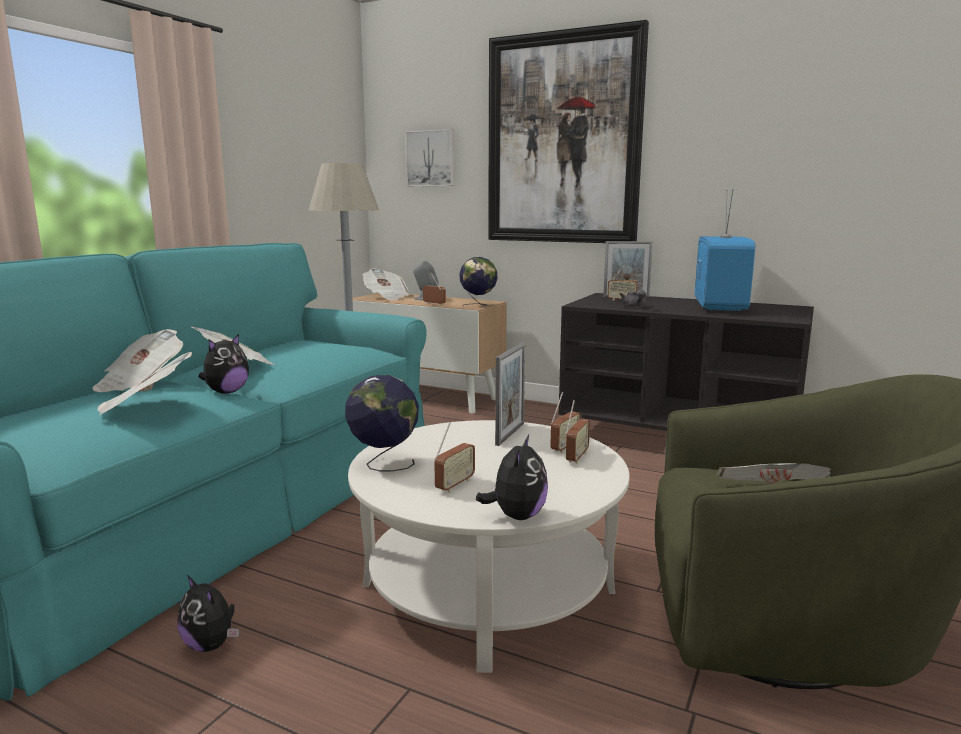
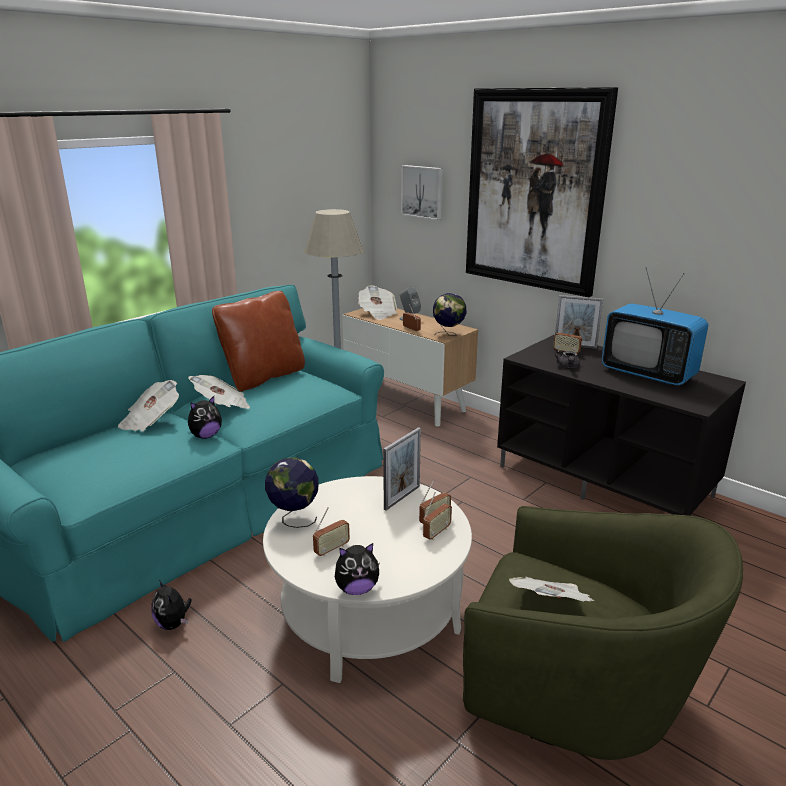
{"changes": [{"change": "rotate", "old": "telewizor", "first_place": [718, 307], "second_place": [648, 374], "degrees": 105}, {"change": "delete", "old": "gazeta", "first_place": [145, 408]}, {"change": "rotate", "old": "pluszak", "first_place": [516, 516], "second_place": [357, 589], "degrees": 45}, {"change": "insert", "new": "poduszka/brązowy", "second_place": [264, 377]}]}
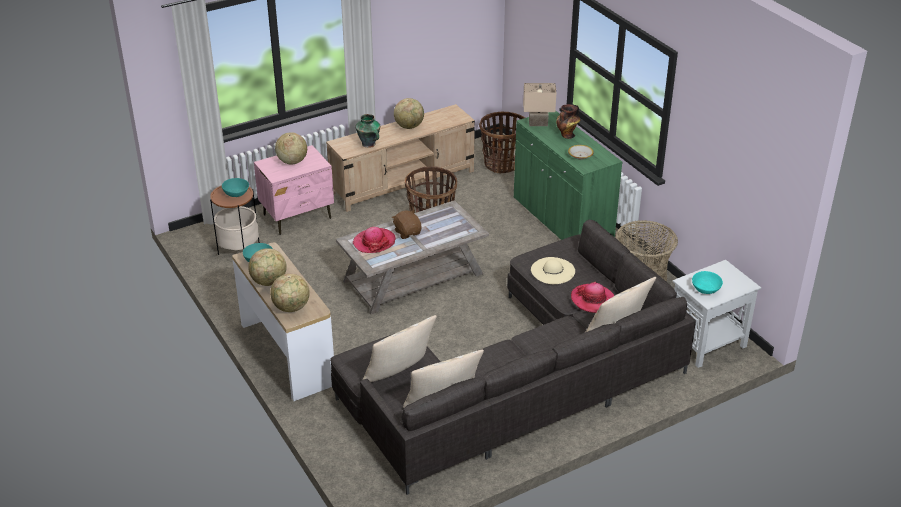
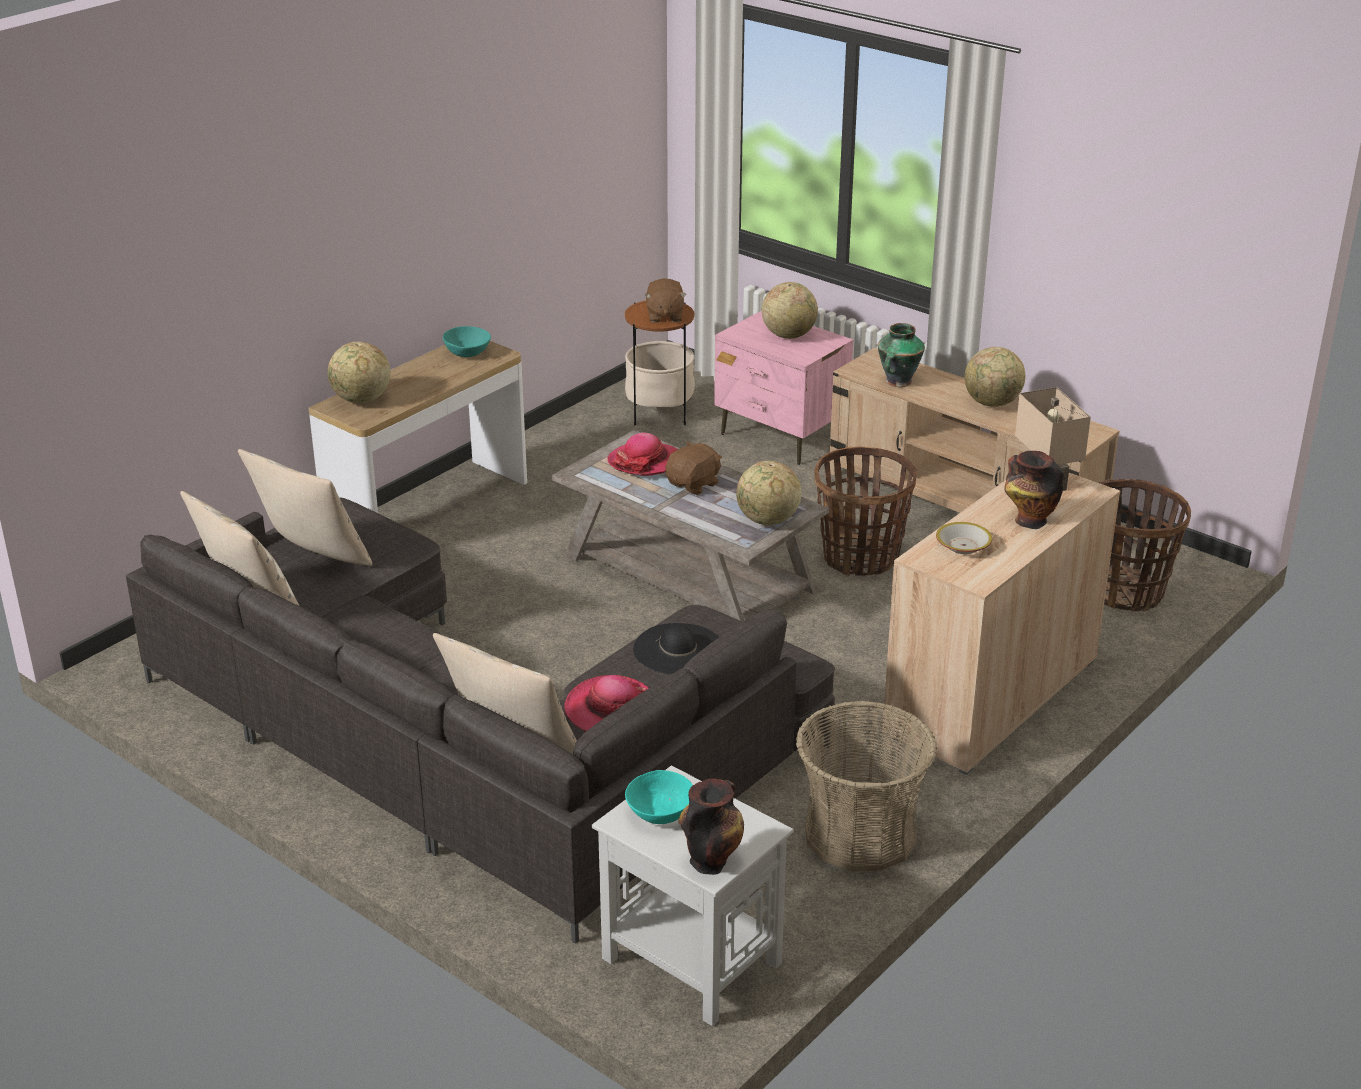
{"changes": [{"change": "recolor", "old": "szafka/zielony", "new": "szafka/beżowy", "first_place": [562, 220], "second_place": [991, 697]}, {"change": "replace", "old": "miska/turkusowy", "new": "pluszak/brązowy", "first_place": [236, 193], "second_place": [664, 316]}, {"change": "move", "old": "globus", "first_place": [269, 282], "second_place": [767, 521]}, {"change": "recolor", "old": "kapelusz/beżowy", "new": "kapelusz/czarny", "first_place": [552, 270], "second_place": [678, 649]}, {"change": "insert", "new": "wazon", "second_place": [710, 860]}]}
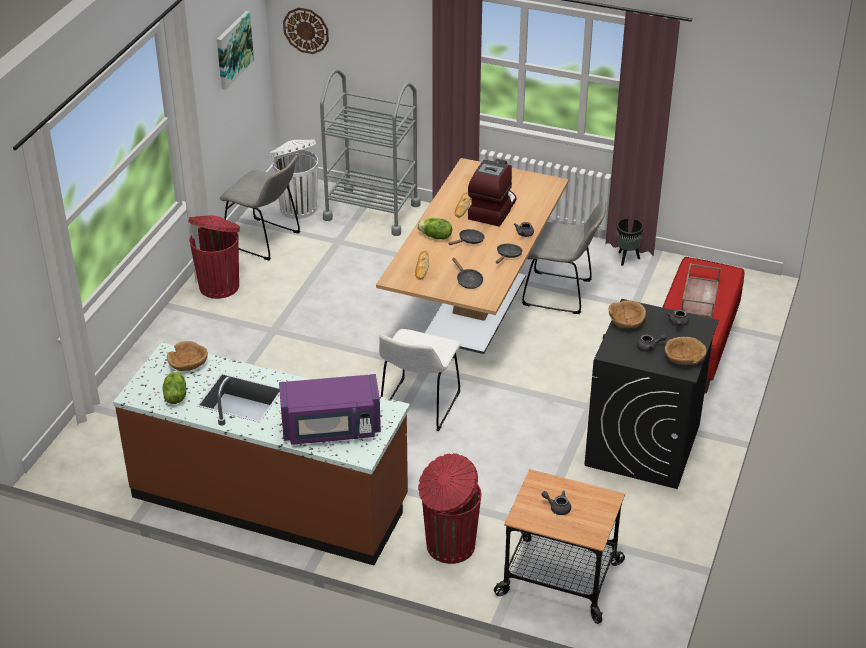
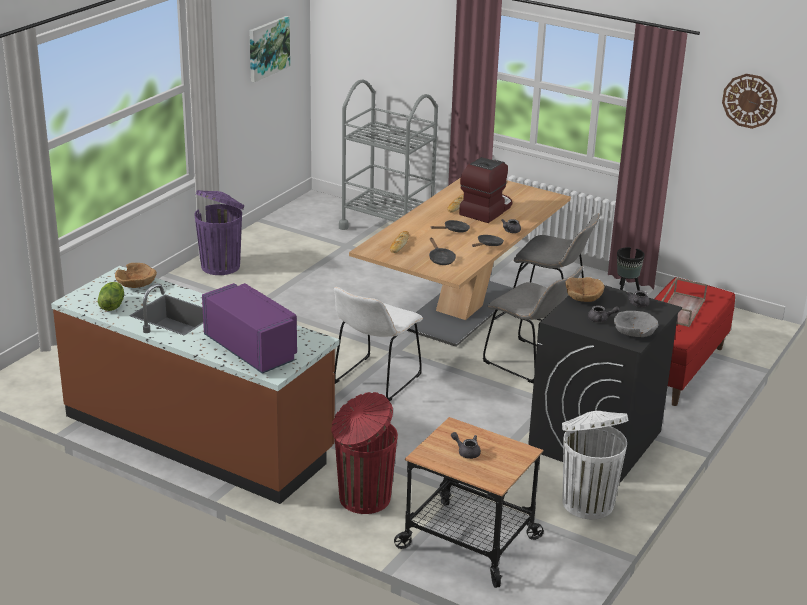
{"changes": [{"change": "move", "old": "zegar ścienny", "first_place": [306, 30], "second_place": [749, 100]}, {"change": "move", "old": "kosz na śmieci/biały", "first_place": [297, 207], "second_place": [587, 502]}, {"change": "move", "old": "krzesło/szary", "first_place": [265, 240], "second_place": [530, 362]}, {"change": "recolor", "old": "kosz na śmieci/czerwony", "new": "kosz na śmieci/fioletowy", "first_place": [220, 285], "second_place": [221, 266]}, {"change": "delete", "old": "sałata", "first_place": [435, 237]}, {"change": "recolor", "old": "miska/brązowy", "new": "miska/szary", "first_place": [683, 359], "second_place": [633, 333]}, {"change": "rotate", "old": "mikrofalówka/fioletowy", "first_place": [331, 429], "second_place": [252, 349], "degrees": -135}]}
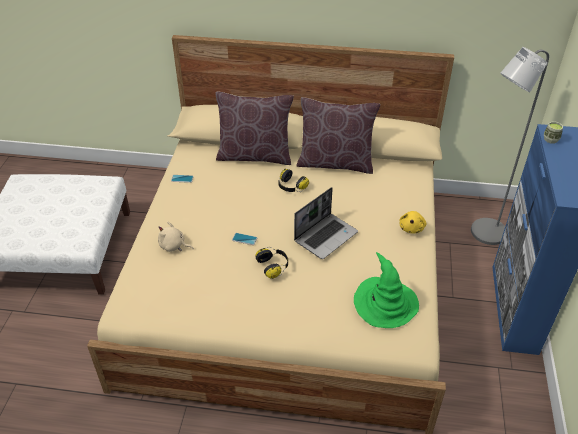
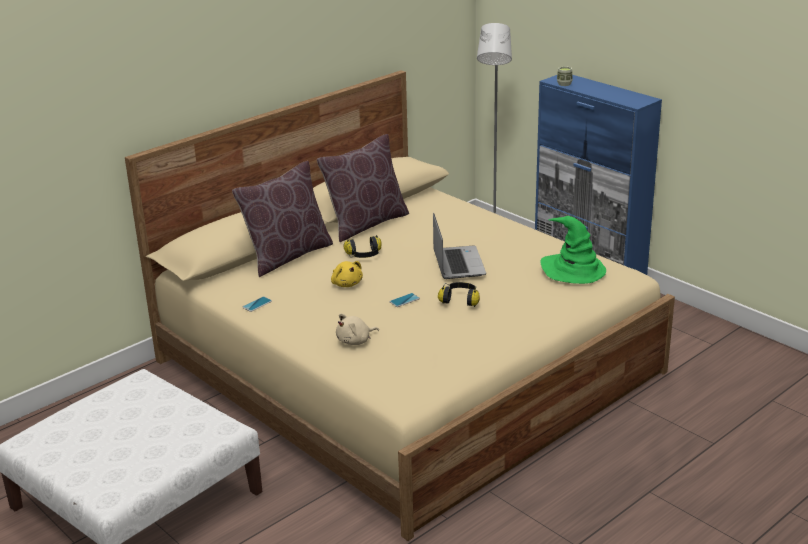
{"changes": [{"change": "move", "old": "pluszak/żółty", "first_place": [411, 228], "second_place": [346, 284]}]}
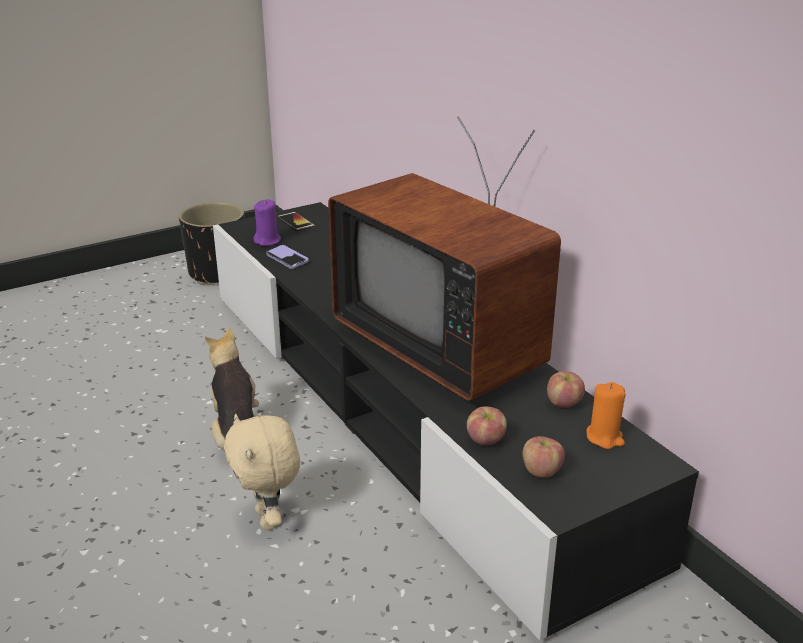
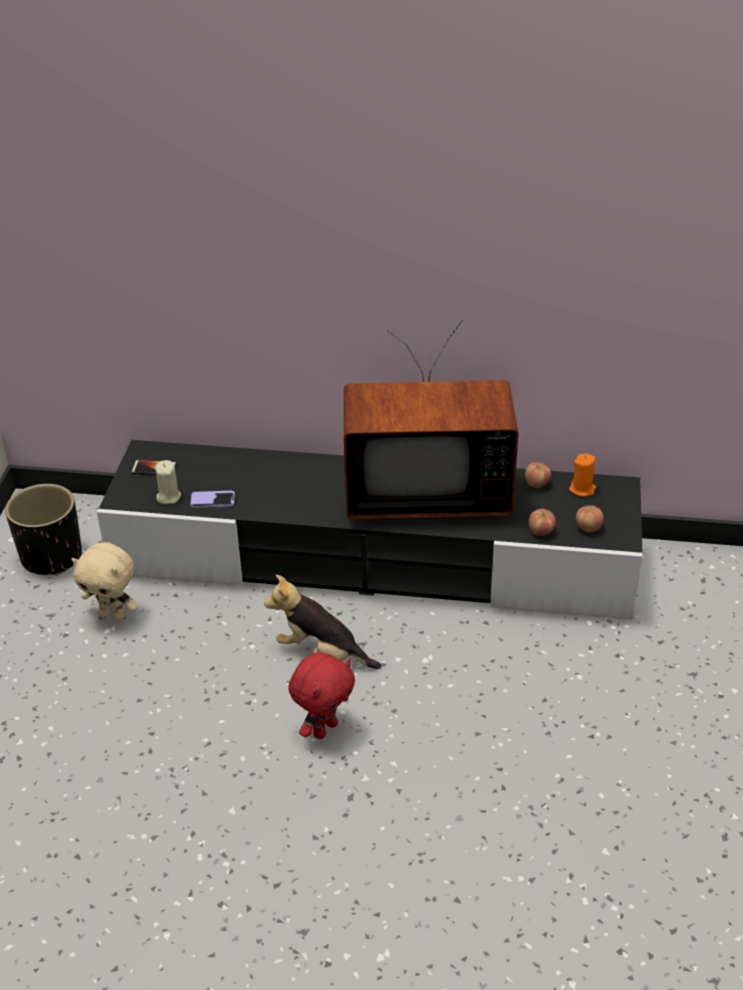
{"changes": [{"change": "recolor", "old": "świeca/fioletowy", "new": "świeca/beżowy", "first_place": [267, 241], "second_place": [168, 496]}, {"change": "move", "old": "pluszak/beżowy", "first_place": [269, 519], "second_place": [113, 615]}, {"change": "insert", "new": "pluszak/czerwony", "second_place": [324, 728]}]}
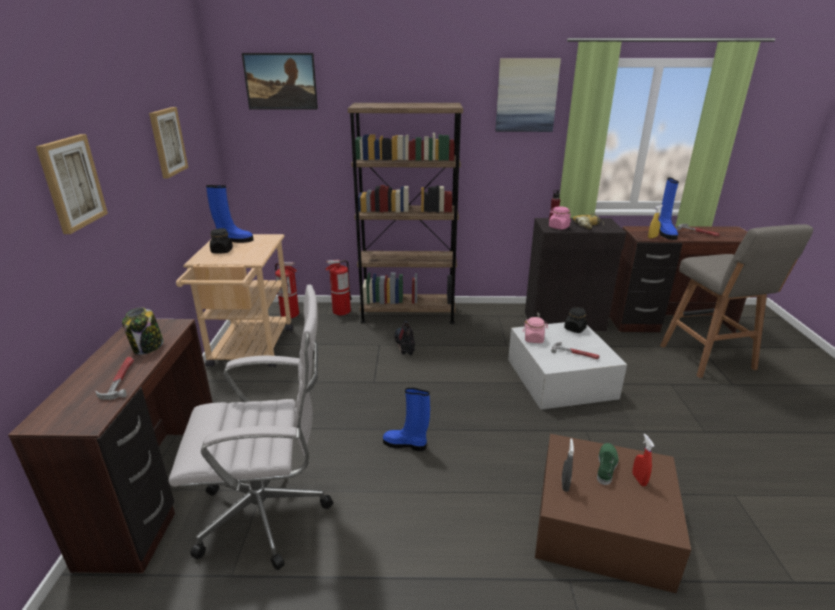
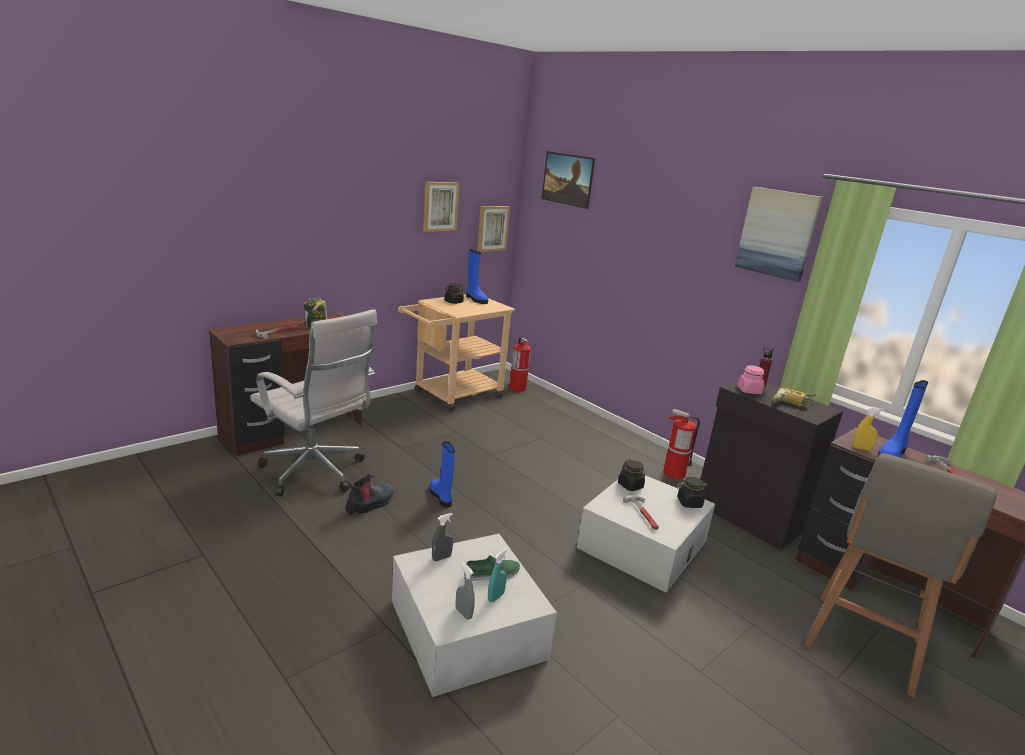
{"changes": [{"change": "delete", "old": "regał/brązowy", "first_place": [408, 313]}, {"change": "move", "old": "obraz", "first_place": [71, 183], "second_place": [492, 228]}, {"change": "move", "old": "gaśnica", "first_place": [341, 311], "second_place": [673, 474]}, {"change": "recolor", "old": "słoik/różowy", "new": "słoik/czarny", "first_place": [534, 339], "second_place": [630, 486]}, {"change": "move", "old": "but z cholewką", "first_place": [405, 345], "second_place": [370, 504]}, {"change": "recolor", "old": "pojemnik do przechowywania/brązowy", "new": "pojemnik do przechowywania/biały", "first_place": [602, 525], "second_place": [467, 629]}, {"change": "recolor", "old": "spryskiwacz/czerwony", "new": "spryskiwacz/turkusowy", "first_place": [639, 479], "second_place": [495, 597]}, {"change": "insert", "new": "spryskiwacz/szary", "second_place": [463, 613]}]}
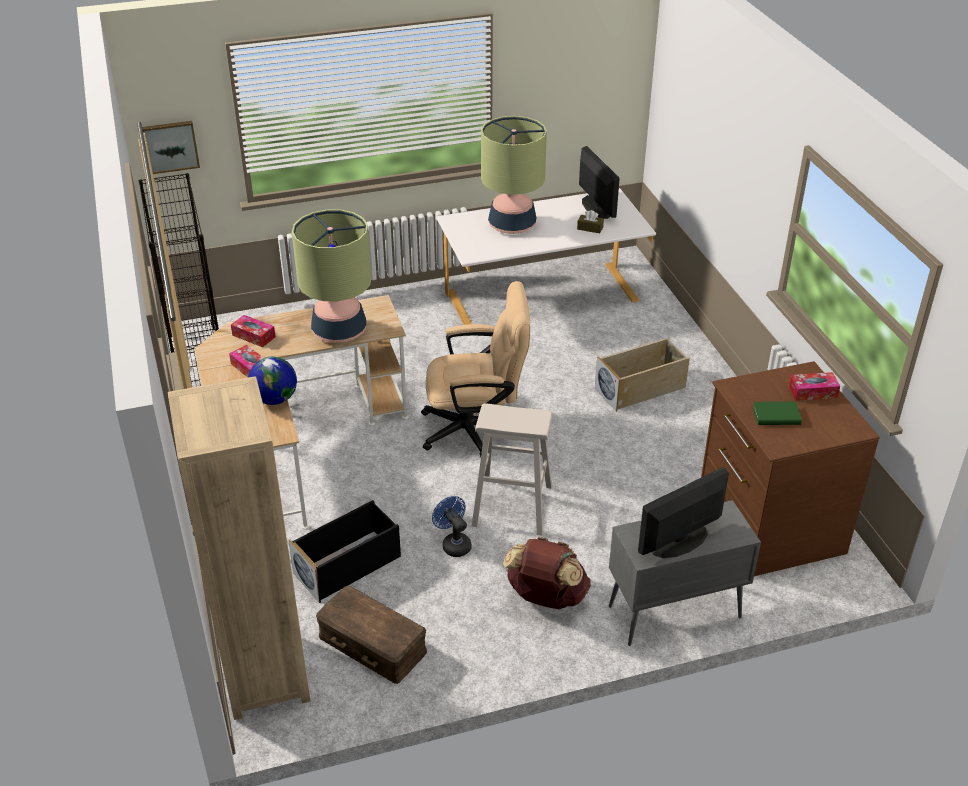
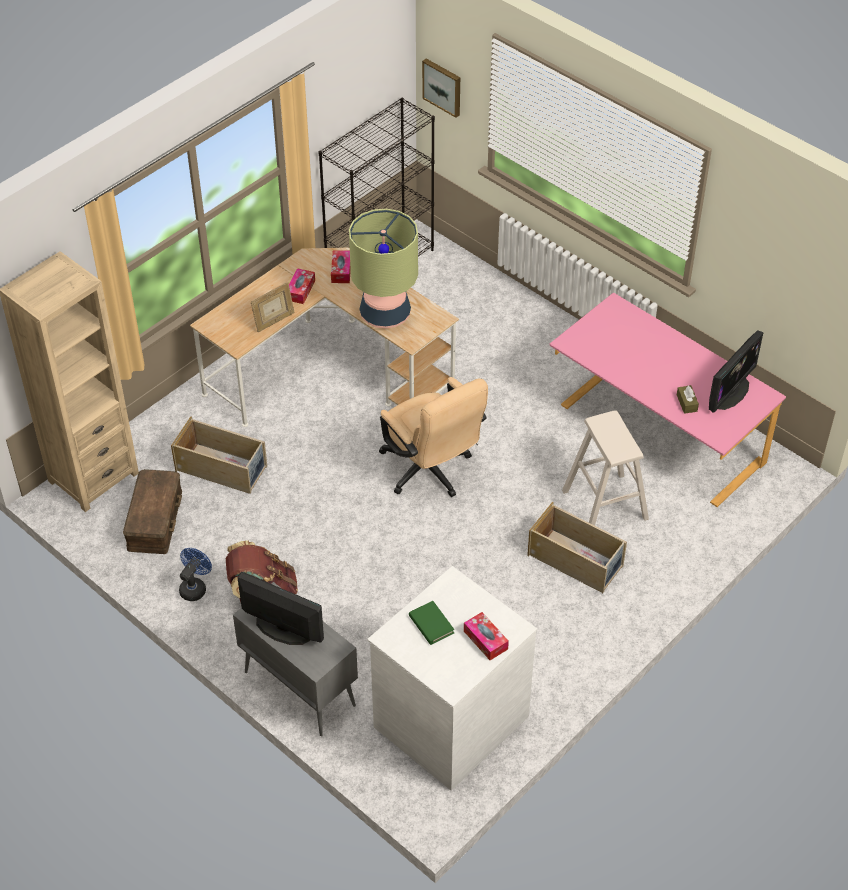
{"changes": [{"change": "delete", "old": "lampa stołowa", "first_place": [512, 225]}, {"change": "recolor", "old": "biurko/biały", "new": "biurko/różowy", "first_place": [543, 299], "second_place": [656, 435]}, {"change": "replace", "old": "globus", "new": "ramka na zdjęcie", "first_place": [274, 399], "second_place": [274, 321]}, {"change": "recolor", "old": "komoda/brązowy", "new": "komoda/biały", "first_place": [768, 525], "second_place": [449, 720]}, {"change": "move", "old": "stołek/beżowy", "first_place": [512, 505], "second_place": [604, 504]}, {"change": "move", "old": "wentylator/niebieski", "first_place": [453, 544], "second_place": [195, 587]}, {"change": "recolor", "old": "pojemnik do przechowywania/czarny", "new": "pojemnik do przechowywania/beżowy", "first_place": [348, 565], "second_place": [222, 468]}]}
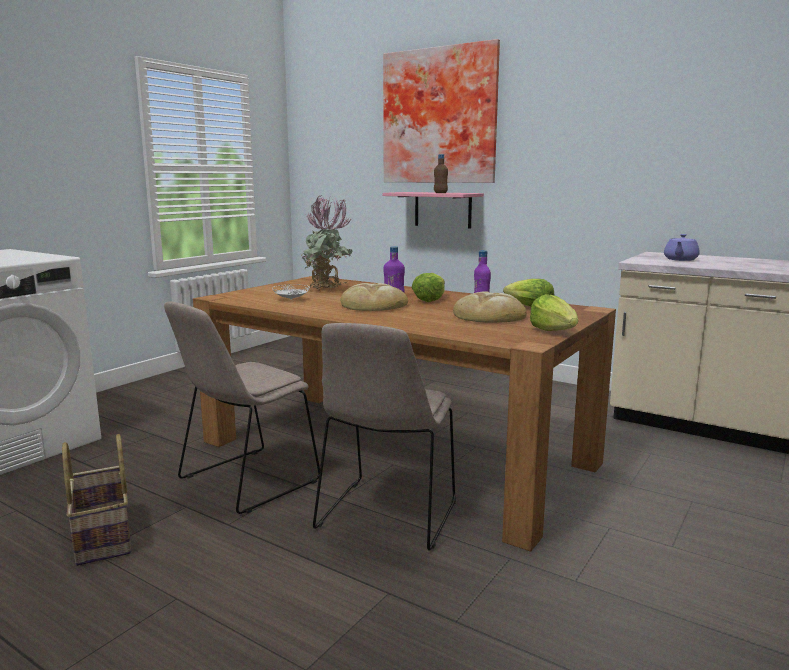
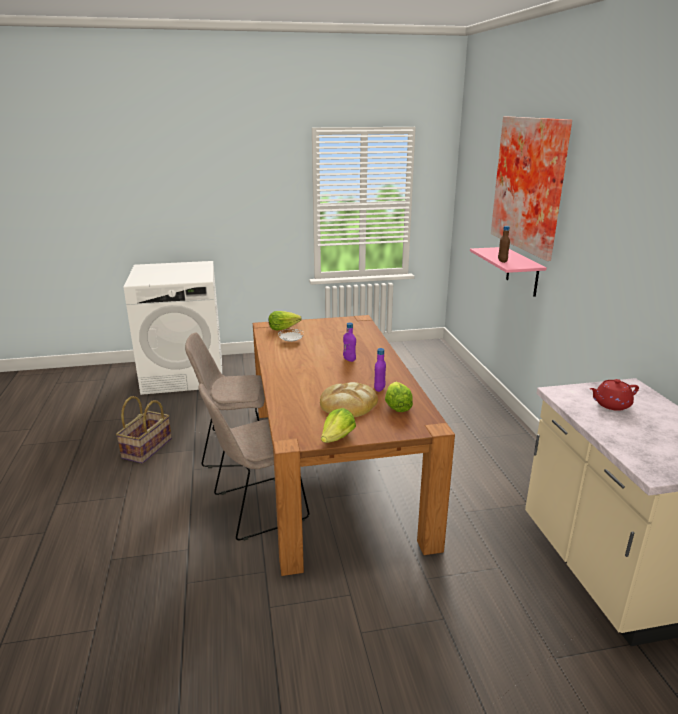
{"changes": [{"change": "delete", "old": "roślina doniczkowa", "first_place": [328, 290]}, {"change": "recolor", "old": "imbryk/fioletowy", "new": "imbryk/czerwony", "first_place": [680, 260], "second_place": [611, 405]}, {"change": "move", "old": "sałata", "first_place": [429, 299], "second_place": [283, 328]}, {"change": "delete", "old": "chleb", "first_place": [373, 304]}]}
